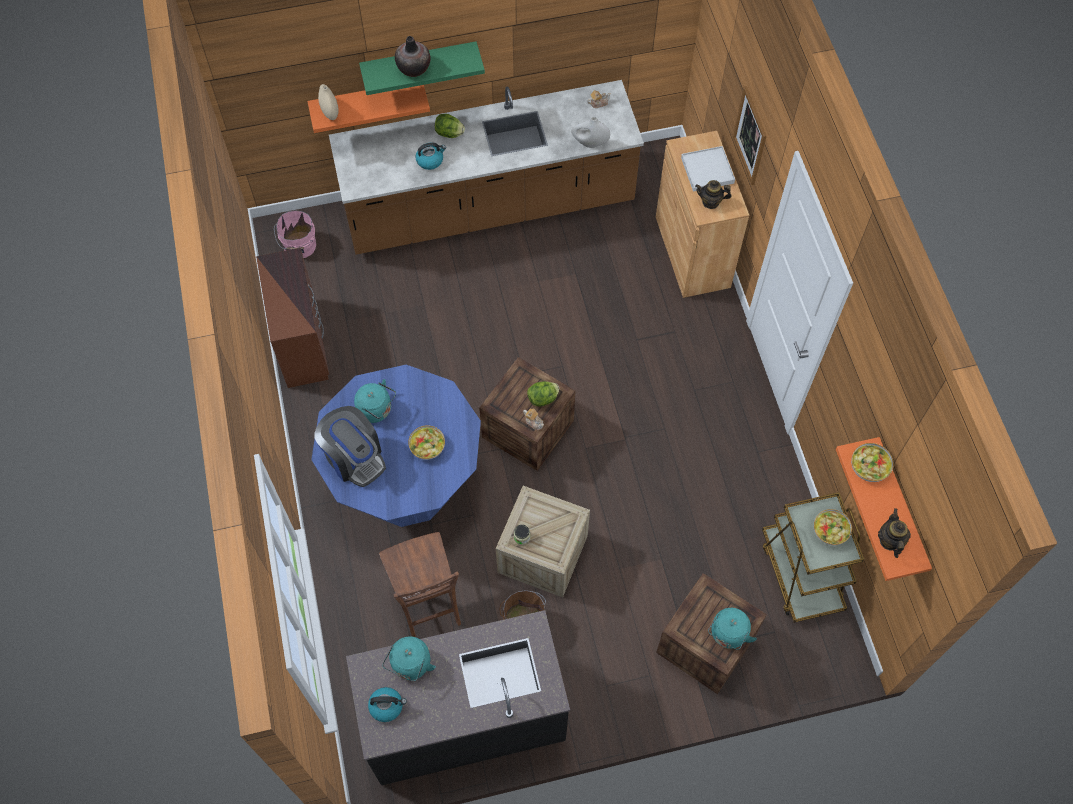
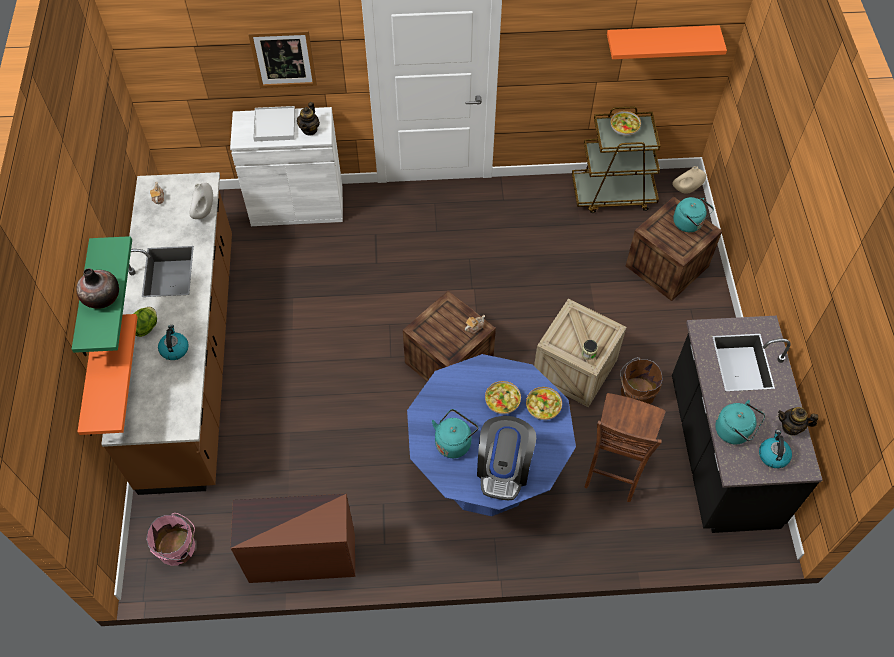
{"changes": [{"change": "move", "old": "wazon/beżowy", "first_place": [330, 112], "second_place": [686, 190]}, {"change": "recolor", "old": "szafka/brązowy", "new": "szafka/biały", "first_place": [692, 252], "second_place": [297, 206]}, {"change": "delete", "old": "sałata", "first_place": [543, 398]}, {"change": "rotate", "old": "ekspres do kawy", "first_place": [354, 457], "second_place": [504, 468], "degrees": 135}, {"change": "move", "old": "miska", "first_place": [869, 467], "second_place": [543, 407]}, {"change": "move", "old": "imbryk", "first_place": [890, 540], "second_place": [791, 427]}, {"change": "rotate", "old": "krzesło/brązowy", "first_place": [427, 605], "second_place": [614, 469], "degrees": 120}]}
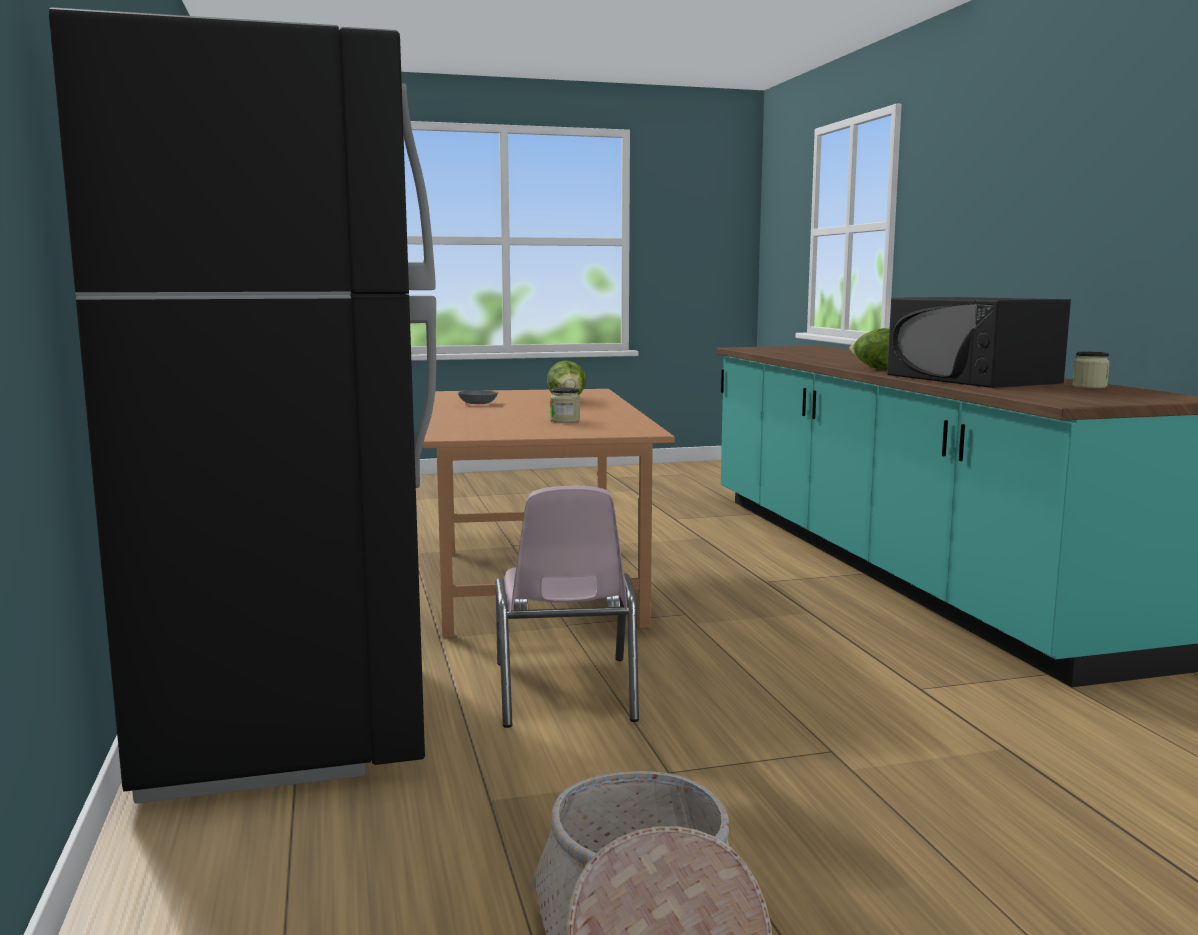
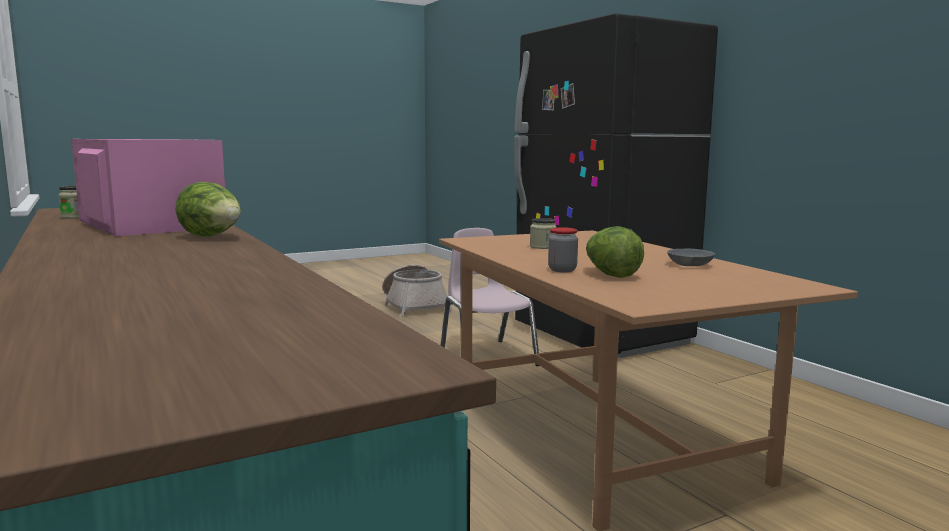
{"changes": [{"change": "recolor", "old": "mikrofalówka/czarny", "new": "mikrofalówka/różowy", "first_place": [971, 379], "second_place": [151, 223]}, {"change": "insert", "new": "słoik", "second_place": [562, 270]}]}
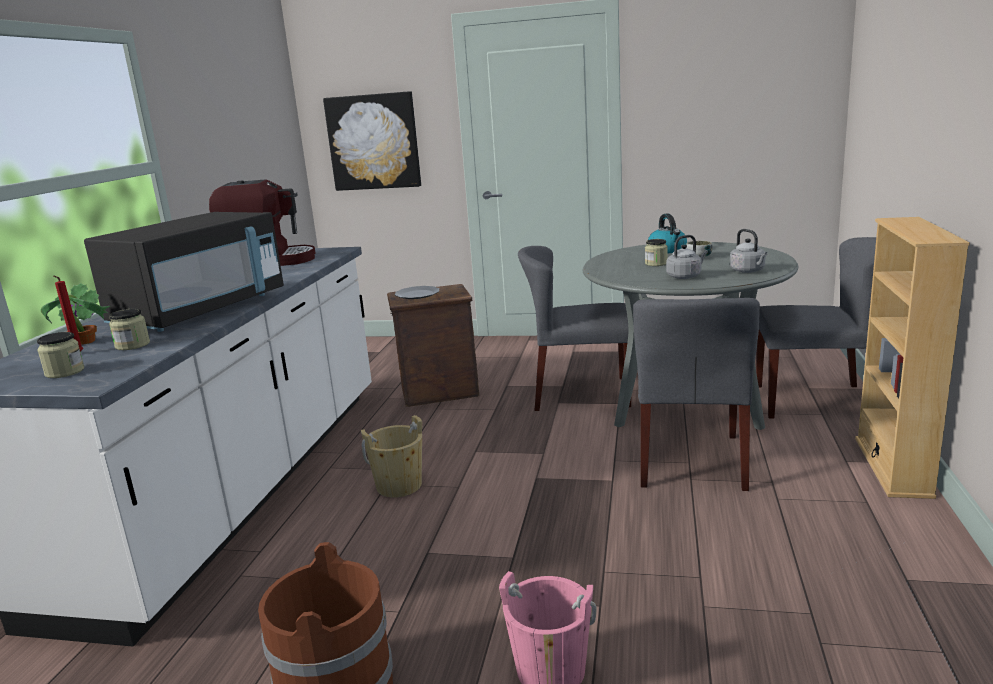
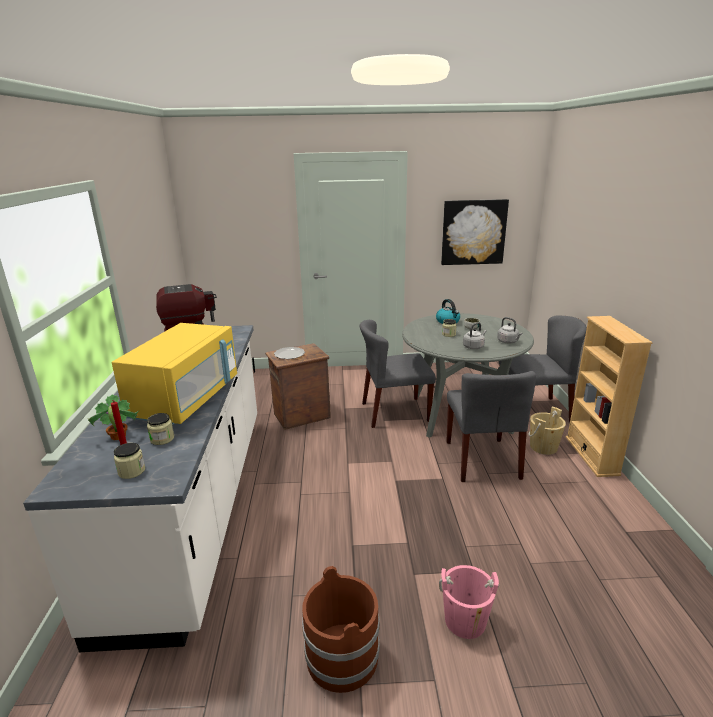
{"changes": [{"change": "move", "old": "obraz", "first_place": [373, 142], "second_place": [473, 232]}, {"change": "recolor", "old": "mikrofalówka/czarny", "new": "mikrofalówka/żółty", "first_place": [201, 311], "second_place": [186, 399]}, {"change": "move", "old": "wiadro/beżowy", "first_place": [399, 486], "second_place": [543, 447]}]}
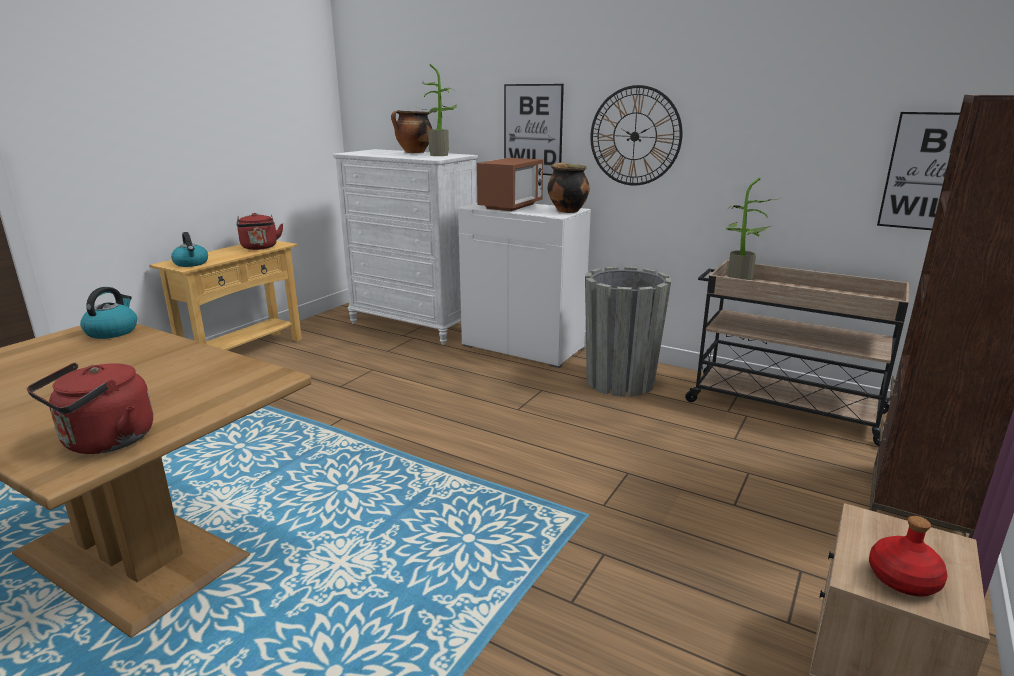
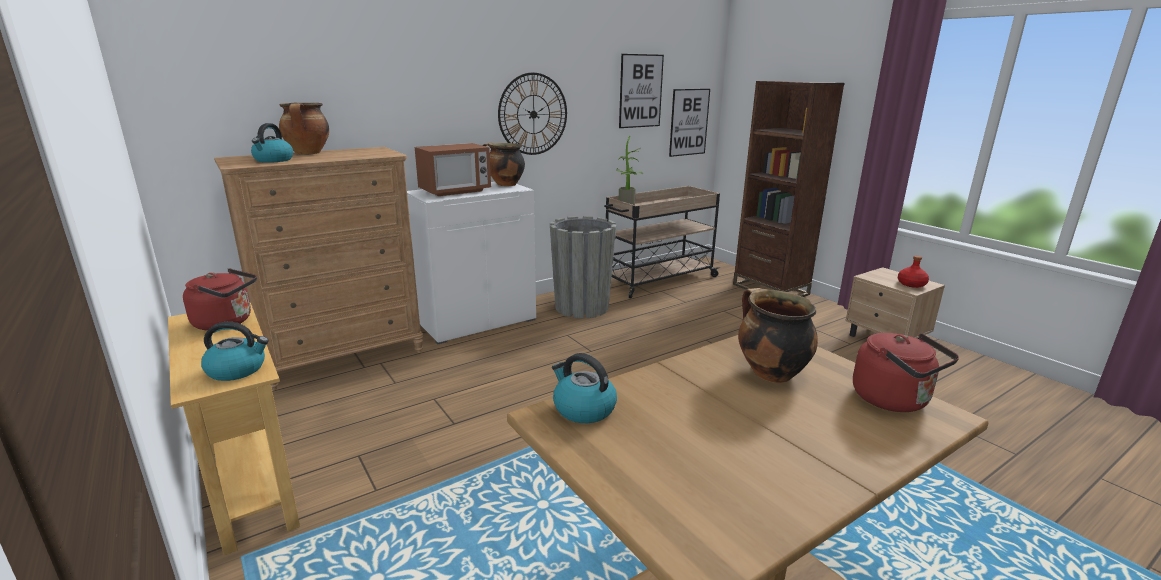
{"changes": [{"change": "delete", "old": "roślina doniczkowa", "first_place": [440, 155]}, {"change": "move", "old": "obraz", "first_place": [533, 130], "second_place": [640, 91]}, {"change": "recolor", "old": "komoda/biały", "new": "komoda/brązowy", "first_place": [414, 325], "second_place": [344, 356]}, {"change": "rotate", "old": "mikrofalówka", "first_place": [511, 206], "second_place": [455, 191], "degrees": 90}, {"change": "insert", "new": "czajnik", "second_place": [273, 160]}, {"change": "insert", "new": "garnek", "second_place": [769, 373]}]}
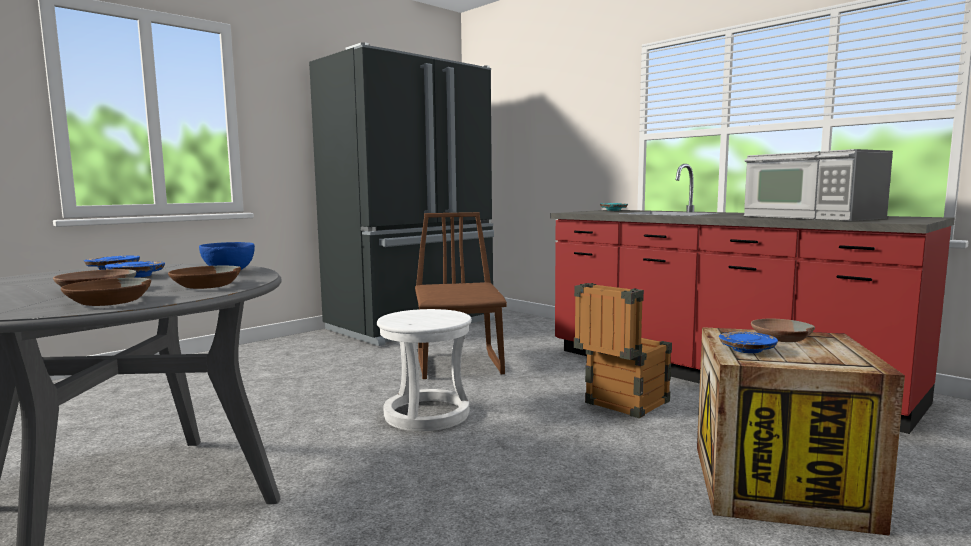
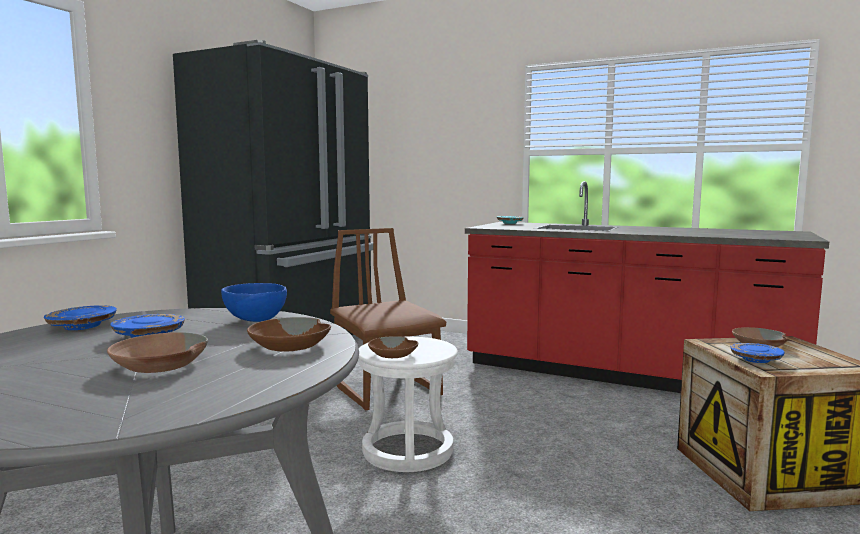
{"changes": [{"change": "delete", "old": "mikrofalówka", "first_place": [810, 217]}, {"change": "move", "old": "miska/brązowy", "first_place": [108, 302], "second_place": [393, 354]}, {"change": "delete", "old": "skrzynka", "first_place": [621, 405]}]}
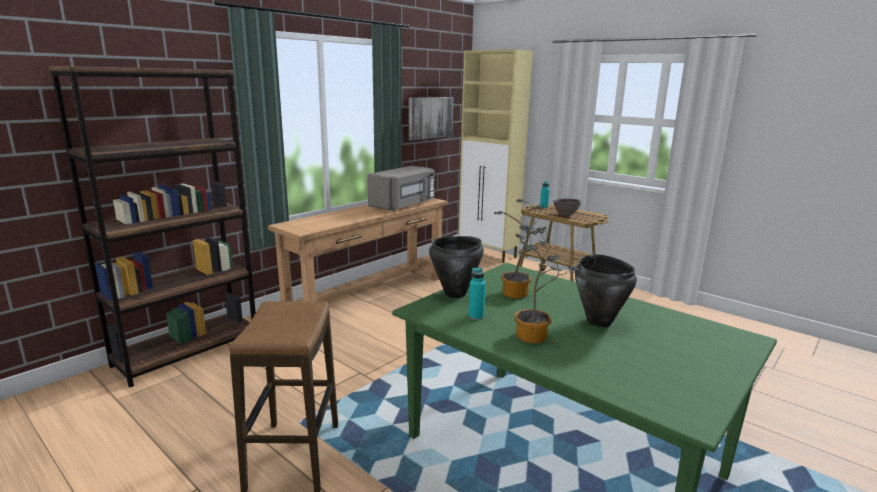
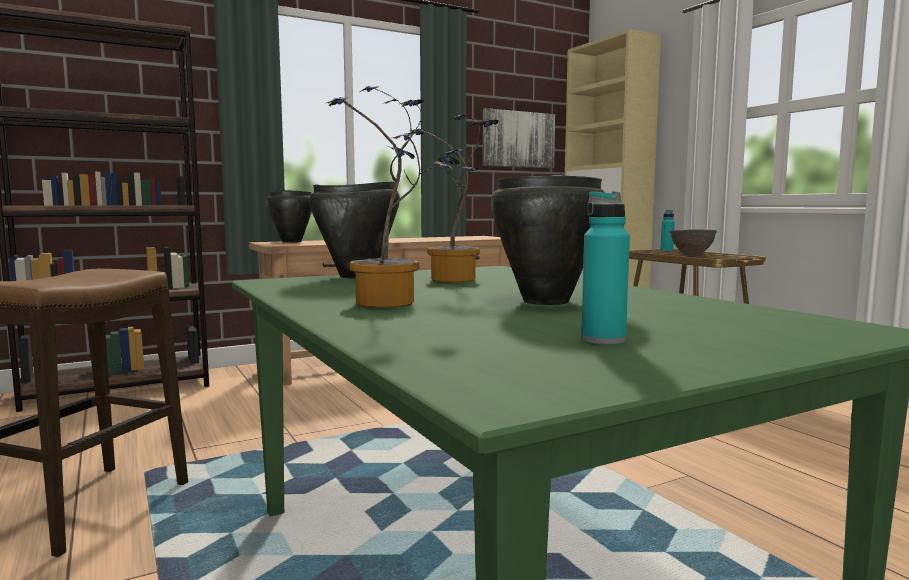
{"changes": [{"change": "delete", "old": "mikrofalówka/szary", "first_place": [403, 205]}, {"change": "move", "old": "butelka/turkusowy", "first_place": [476, 316], "second_place": [603, 340]}, {"change": "insert", "new": "garnek/czarny", "second_place": [292, 241]}]}
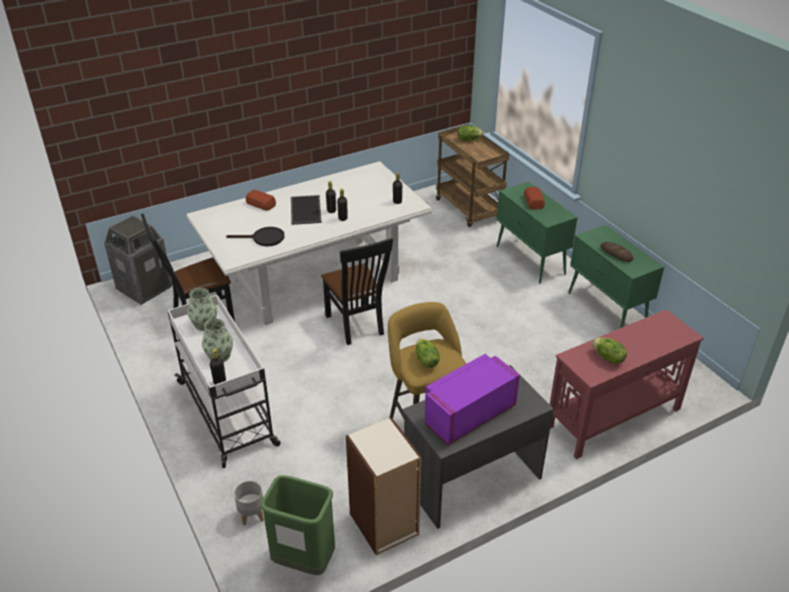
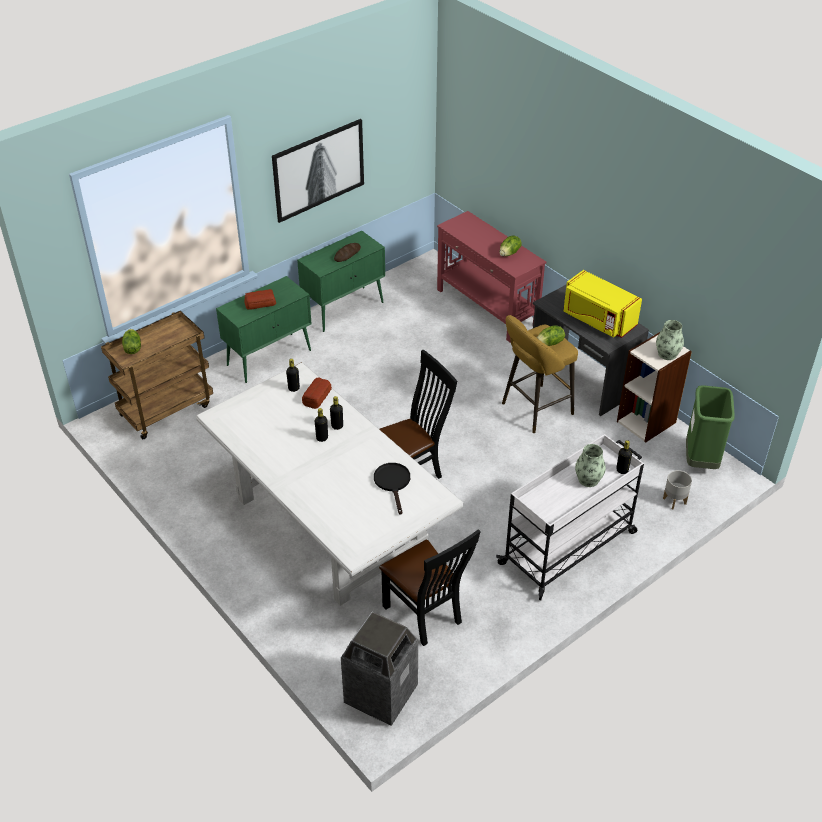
{"changes": [{"change": "move", "old": "chleb", "first_place": [261, 204], "second_place": [317, 396]}, {"change": "delete", "old": "taca", "first_place": [305, 210]}, {"change": "move", "old": "wazon", "first_place": [204, 324], "second_place": [667, 354]}, {"change": "recolor", "old": "mikrofalówka/fioletowy", "new": "mikrofalówka/żółty", "first_place": [468, 414], "second_place": [598, 319]}, {"change": "insert", "new": "obraz", "second_place": [318, 169]}]}
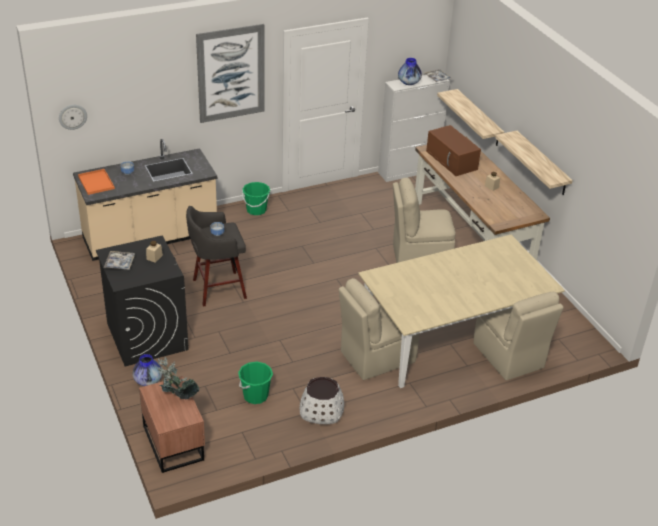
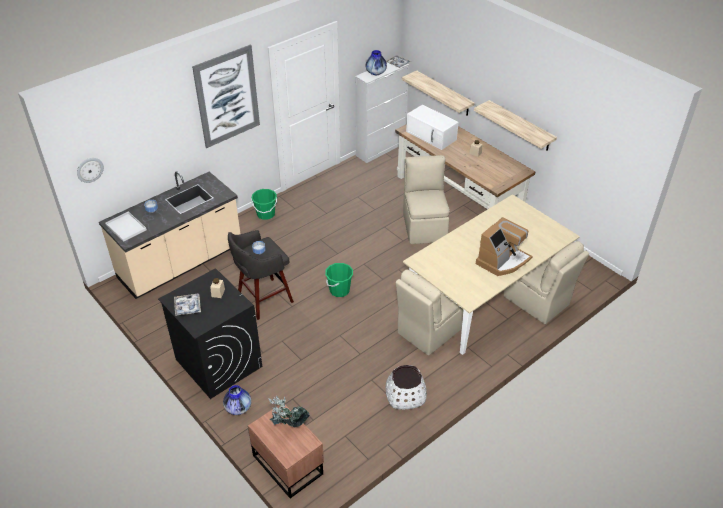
{"changes": [{"change": "recolor", "old": "mikrofalówka/brązowy", "new": "mikrofalówka/biały", "first_place": [452, 160], "second_place": [432, 136]}, {"change": "recolor", "old": "taca/pomarańczowy", "new": "taca/biały", "first_place": [95, 182], "second_place": [125, 227]}, {"change": "rotate", "old": "krzesło/beżowy", "first_place": [419, 256], "second_place": [424, 226], "degrees": 105}, {"change": "move", "old": "wiadro/zielony", "first_place": [255, 395], "second_place": [339, 290]}, {"change": "insert", "new": "ekspres do kawy", "second_place": [502, 261]}]}
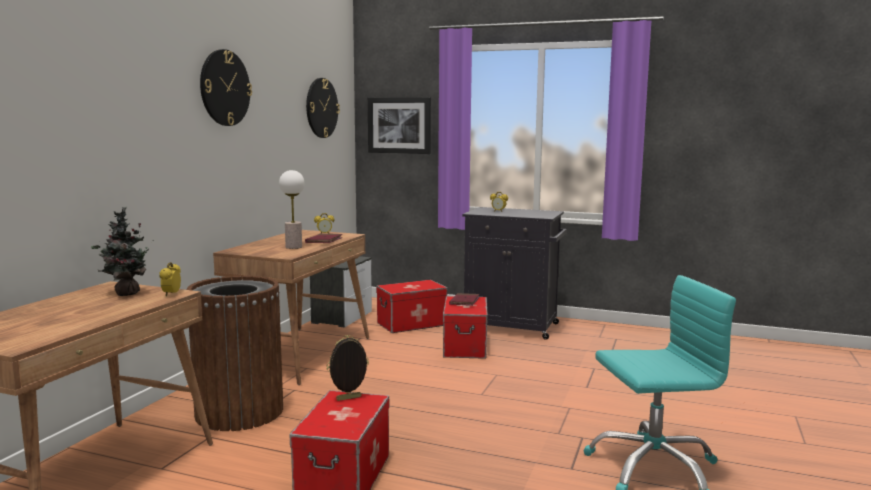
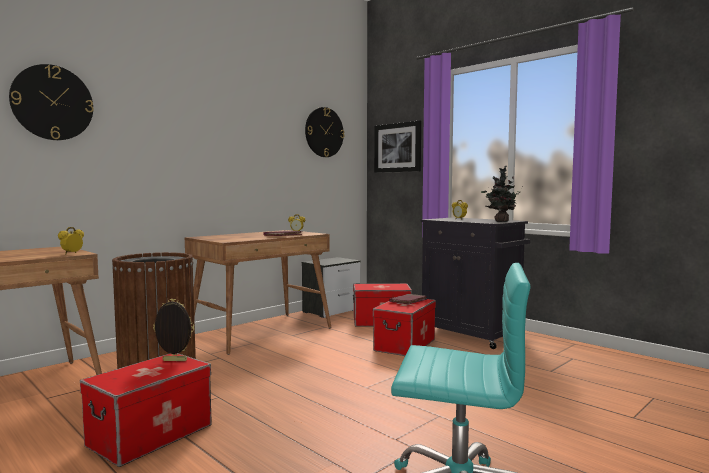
{"changes": [{"change": "move", "old": "zegar ścienny", "first_place": [225, 88], "second_place": [52, 103]}, {"change": "delete", "old": "lampa stołowa", "first_place": [293, 247]}, {"change": "move", "old": "roślina doniczkowa", "first_place": [125, 294], "second_place": [500, 221]}]}
